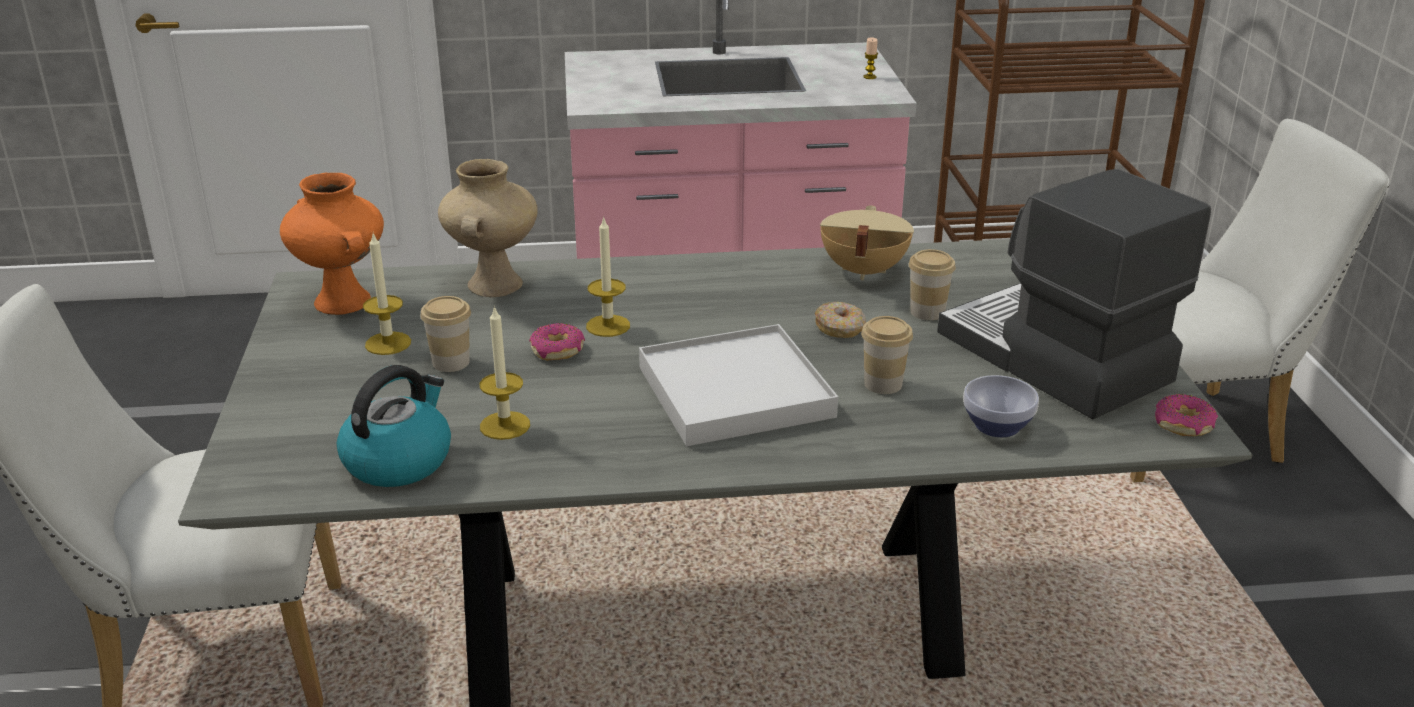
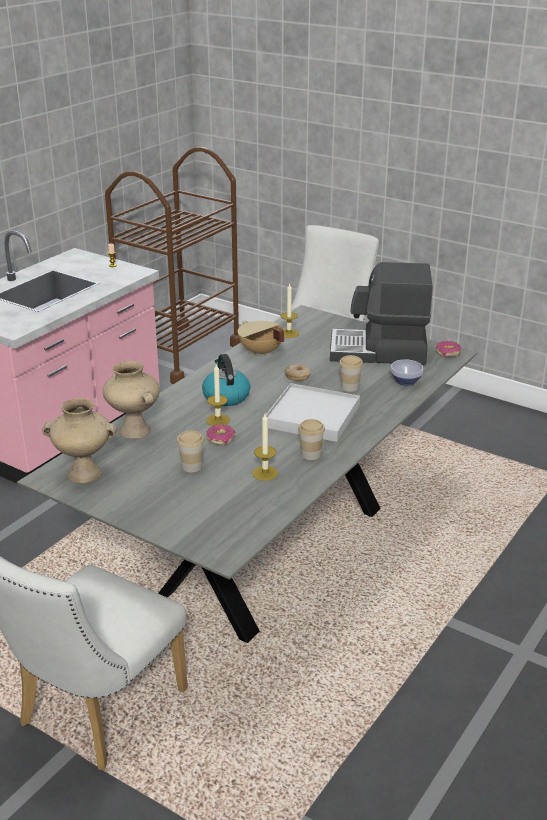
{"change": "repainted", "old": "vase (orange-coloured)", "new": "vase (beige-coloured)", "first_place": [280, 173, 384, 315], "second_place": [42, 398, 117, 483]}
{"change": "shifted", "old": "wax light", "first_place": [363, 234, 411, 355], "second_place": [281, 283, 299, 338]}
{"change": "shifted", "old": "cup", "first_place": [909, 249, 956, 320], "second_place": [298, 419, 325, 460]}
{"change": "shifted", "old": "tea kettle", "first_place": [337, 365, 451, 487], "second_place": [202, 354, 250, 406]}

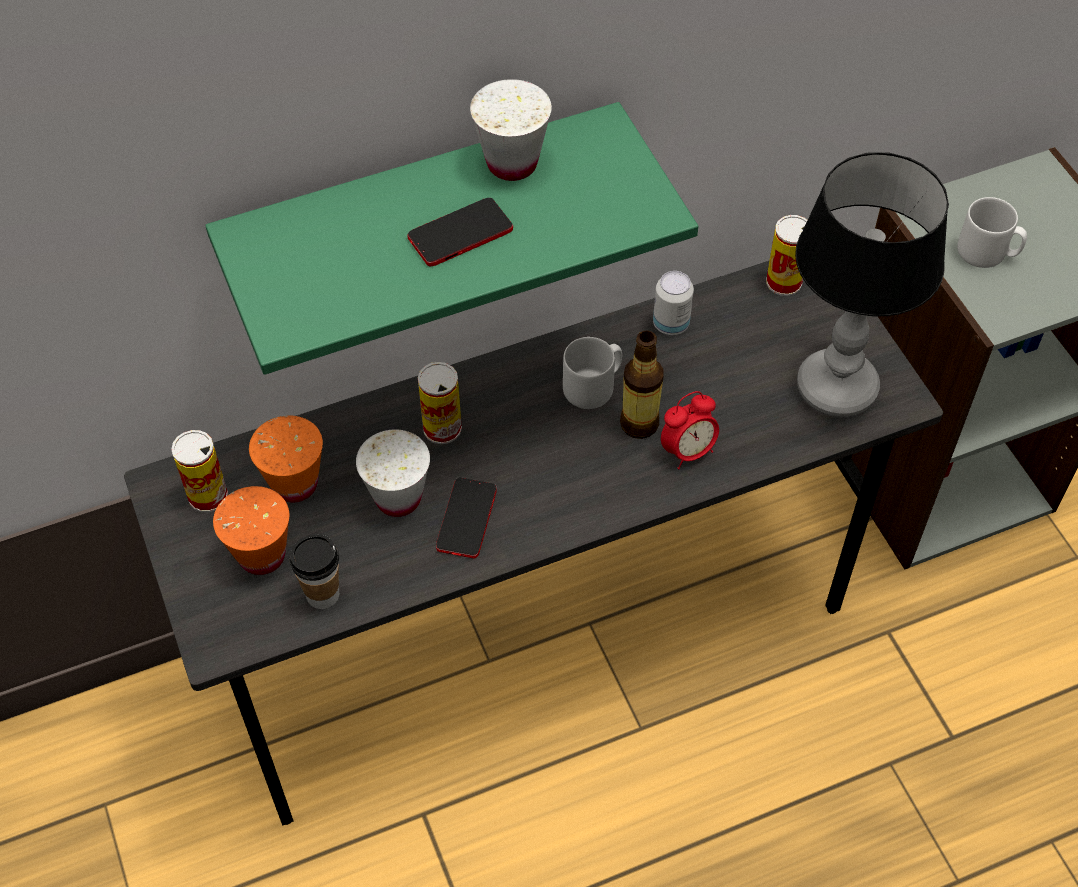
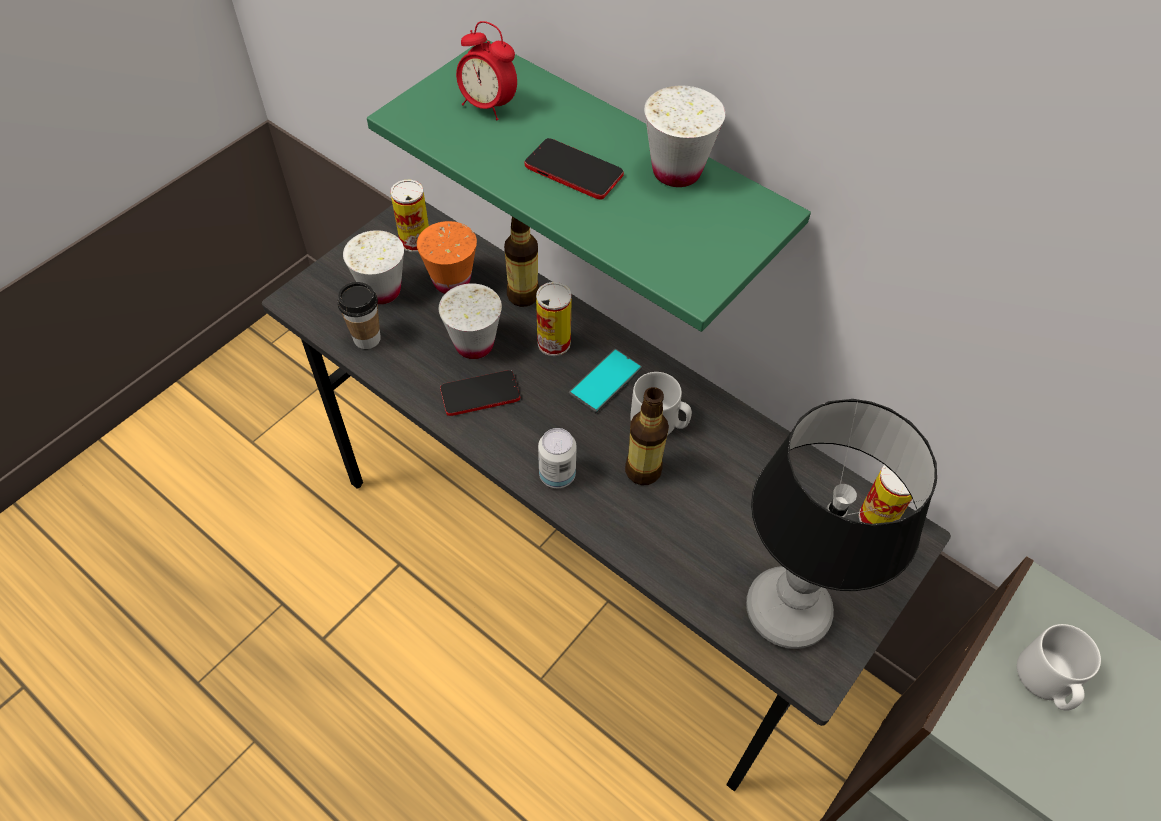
{"change": "shifted", "old": "metal can", "first_place": [653, 271, 694, 335], "second_place": [538, 428, 577, 488]}
{"change": "shifted", "old": "bedside clock", "first_place": [661, 391, 719, 470], "second_place": [456, 21, 517, 120]}
{"change": "repainted", "old": "cup (orange-coloured)", "new": "cup (white-coloured)", "first_place": [213, 486, 289, 575], "second_place": [343, 230, 404, 304]}
{"change": "new", "new": "bottle", "second_place": [504, 217, 539, 307]}
{"change": "new", "new": "telephone", "second_place": [569, 349, 642, 414]}

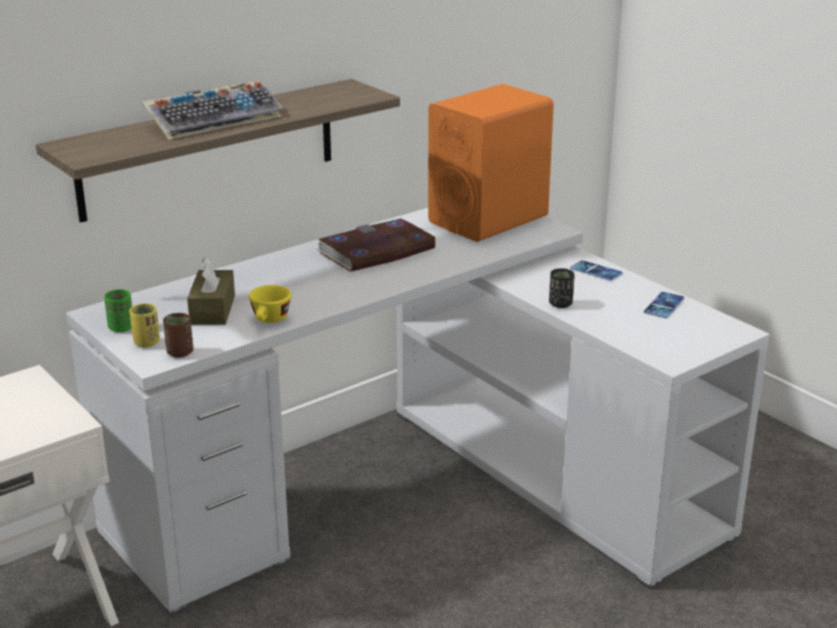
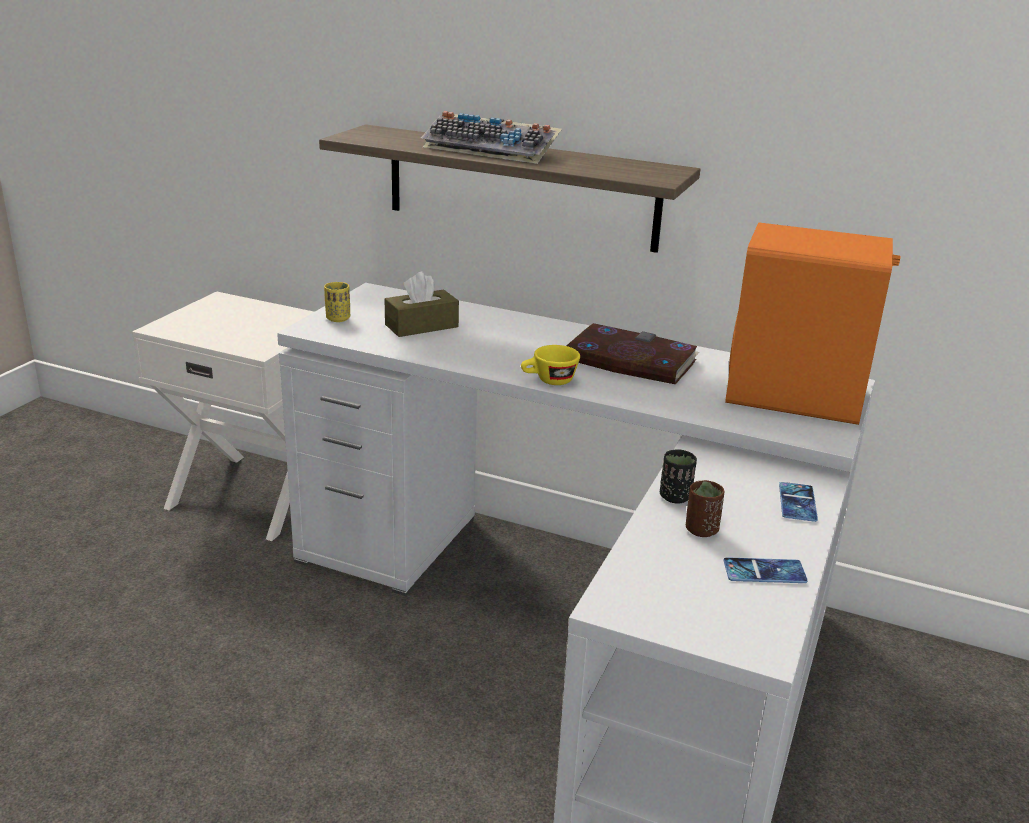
{"change": "shifted", "old": "cup (yellow)", "first_place": [249, 285, 292, 323], "second_place": [521, 345, 580, 385]}
{"change": "gone", "old": "cup (greenish)", "first_place": [104, 289, 132, 332]}
{"change": "shifted", "old": "cup (brown)", "first_place": [163, 313, 193, 358], "second_place": [686, 480, 724, 537]}

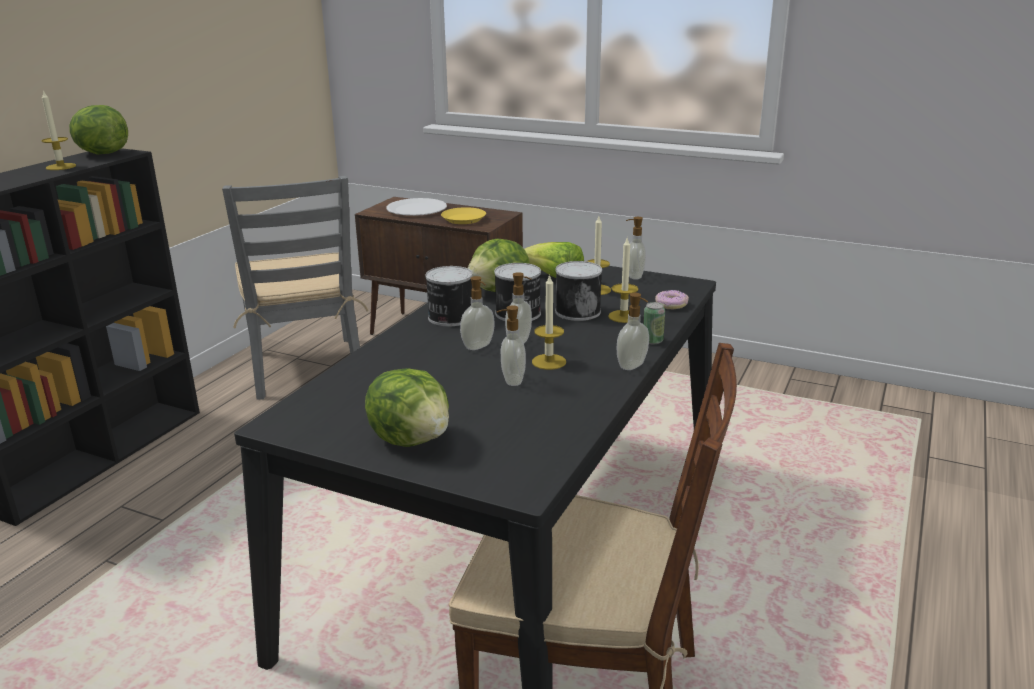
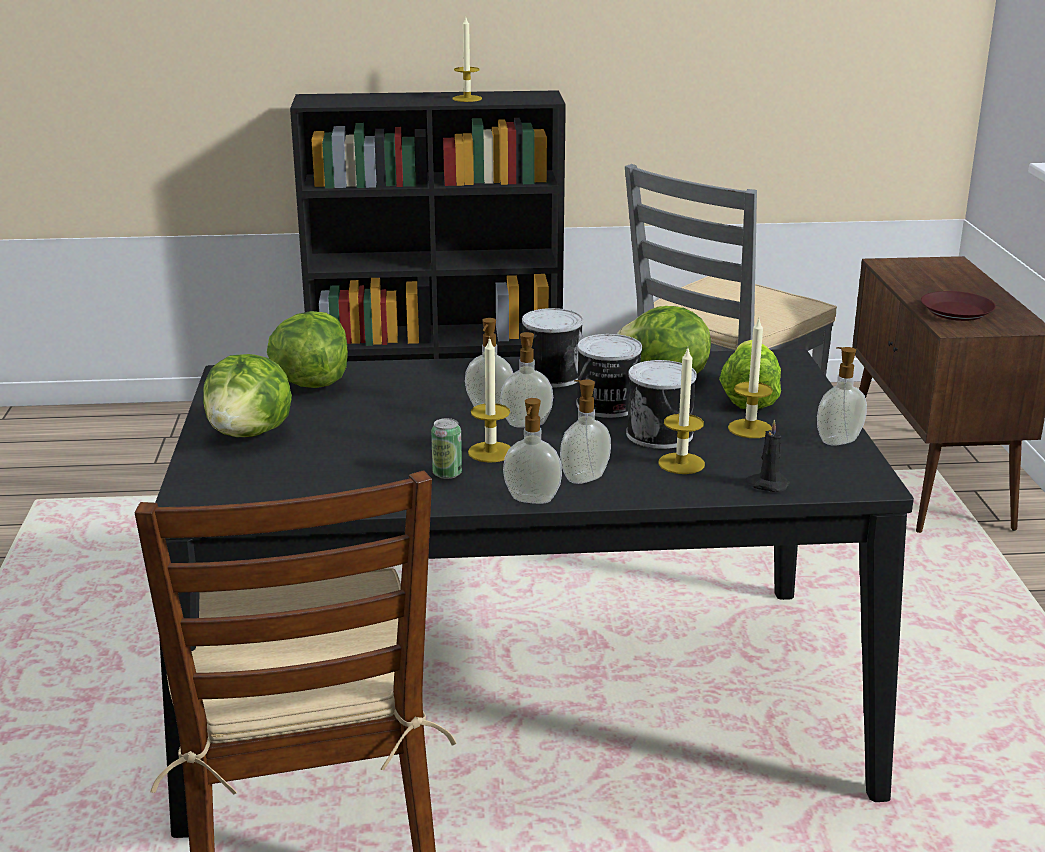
{"change": "shifted", "old": "head of lettuce", "first_place": [69, 105, 128, 155], "second_place": [267, 311, 348, 388]}
{"change": "gone", "old": "plate (white-coloured)", "first_place": [386, 198, 447, 216]}
{"change": "repainted", "old": "plate (yellow)", "new": "plate (brown)", "first_place": [441, 207, 486, 224], "second_place": [921, 291, 996, 321]}
{"change": "swapped", "old": "doughnut", "new": "wax light (black-coloured)", "first_place": [655, 290, 689, 309], "second_place": [745, 420, 790, 492]}
{"change": "shifted", "old": "metal can", "first_place": [643, 302, 665, 344], "second_place": [431, 418, 462, 479]}
{"change": "shifted", "old": "soap bottle", "first_place": [497, 305, 526, 386], "second_place": [560, 380, 611, 484]}

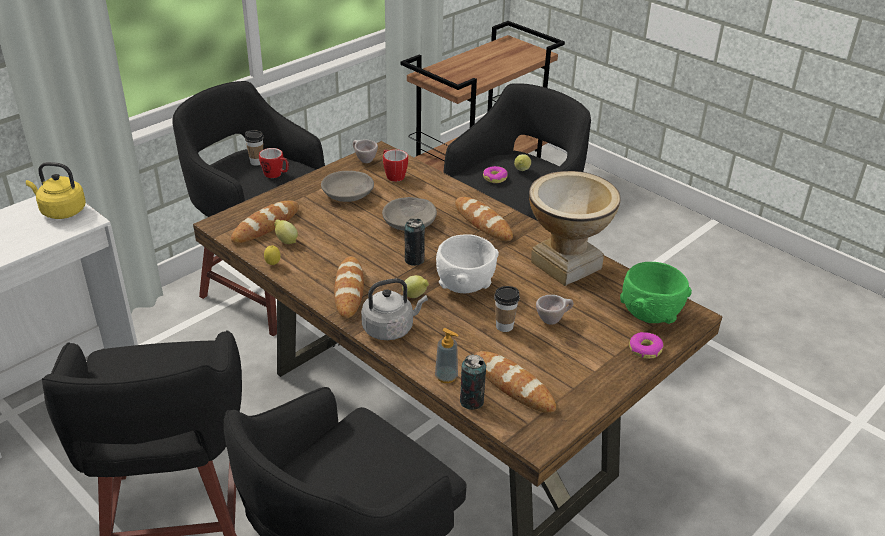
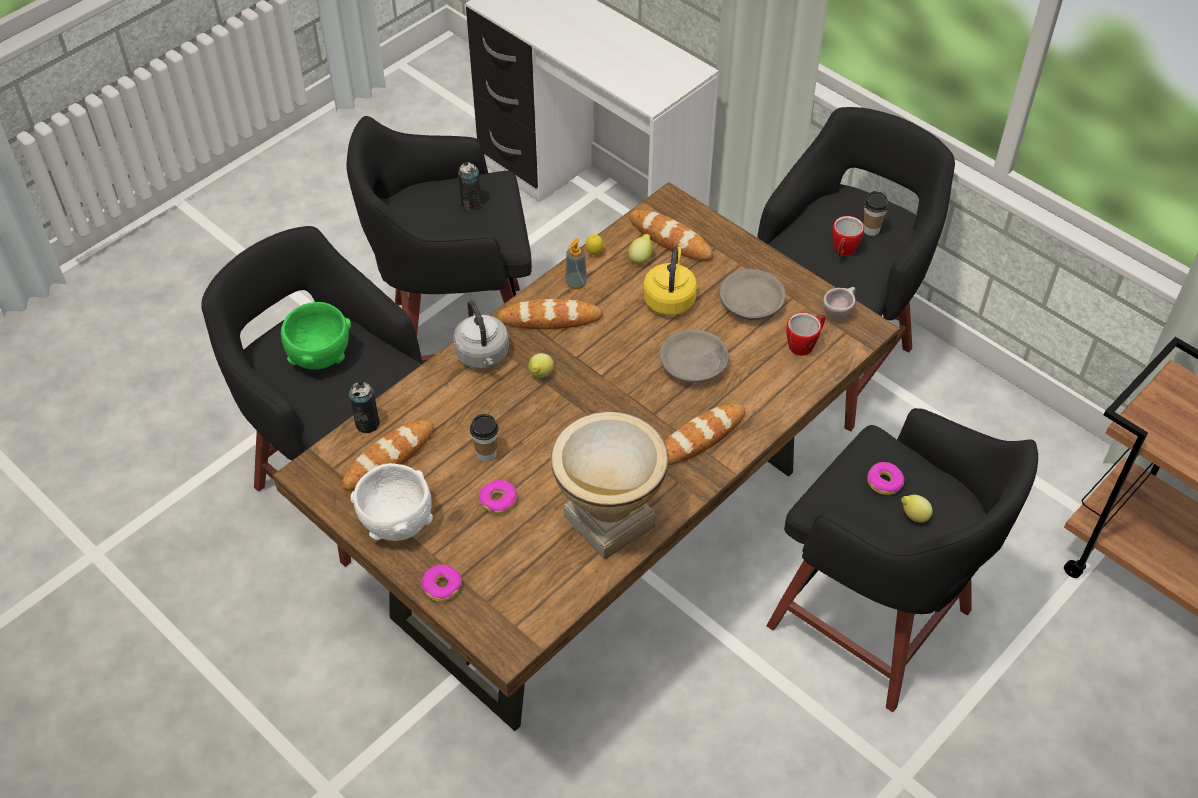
{"change": "shifted", "old": "tea kettle (yellow)", "first_place": [26, 162, 86, 219], "second_place": [643, 247, 697, 315]}
{"change": "shifted", "old": "metal can", "first_place": [404, 218, 425, 266], "second_place": [458, 162, 482, 210]}
{"change": "shifted", "old": "bowl (white-coloured)", "first_place": [436, 235, 499, 293], "second_place": [351, 463, 433, 541]}
{"change": "shifted", "old": "bowl (greenish)", "first_place": [620, 262, 692, 324], "second_place": [281, 302, 351, 369]}
{"change": "swapped", "old": "cup (beige-coloured)", "new": "doughnut", "first_place": [536, 295, 573, 324], "second_place": [479, 480, 517, 514]}
{"change": "shifted", "old": "soap bottle", "first_place": [435, 328, 459, 383], "second_place": [565, 238, 587, 289]}

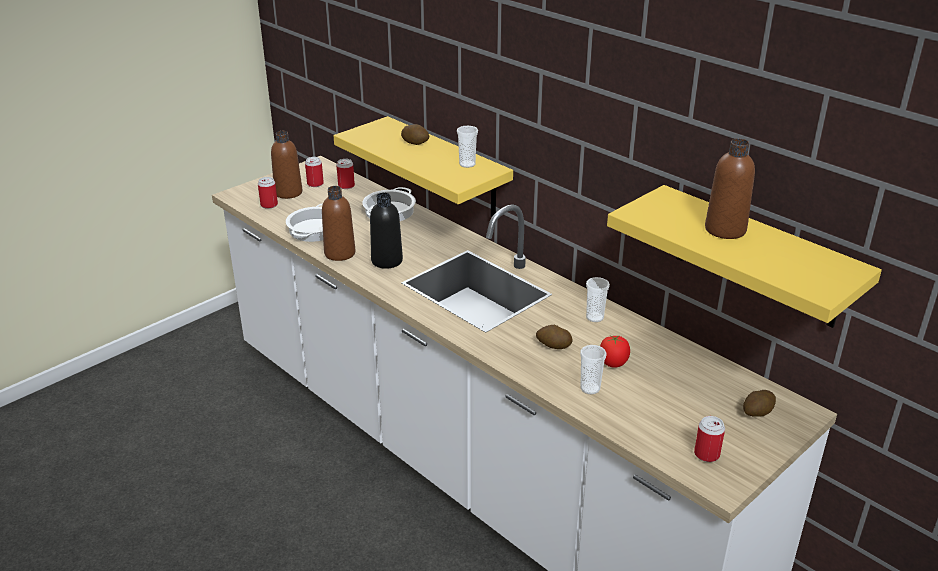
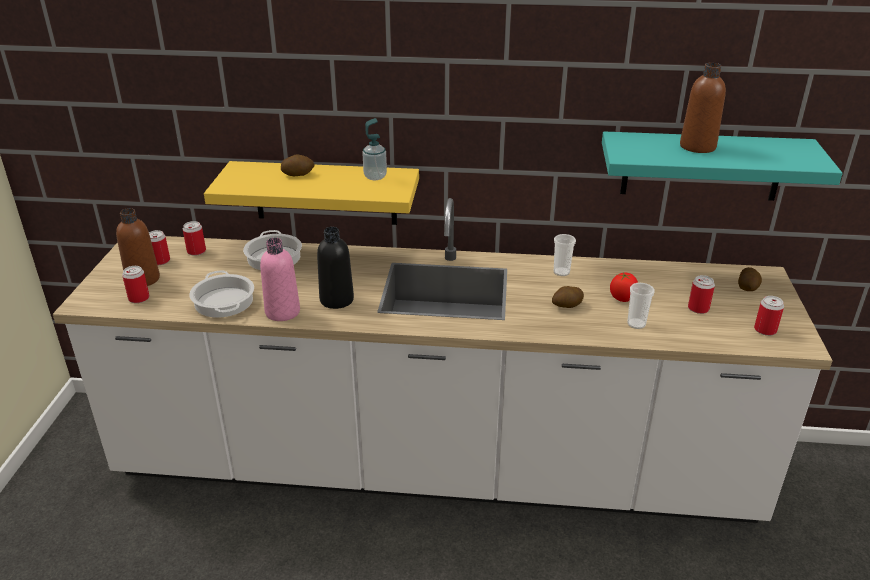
{"change": "swapped", "old": "cup", "new": "soap bottle", "first_place": [457, 126, 478, 168], "second_place": [363, 118, 387, 180]}
{"change": "repainted", "old": "bracket shelf (yellow)", "new": "bracket shelf (blue-green)", "first_place": [607, 185, 882, 328], "second_place": [602, 132, 843, 201]}
{"change": "repainted", "old": "bottle (brown)", "new": "bottle (pink-coloured)", "first_place": [322, 186, 355, 261], "second_place": [260, 238, 300, 321]}
{"change": "new", "new": "metal can", "second_place": [688, 275, 715, 314]}

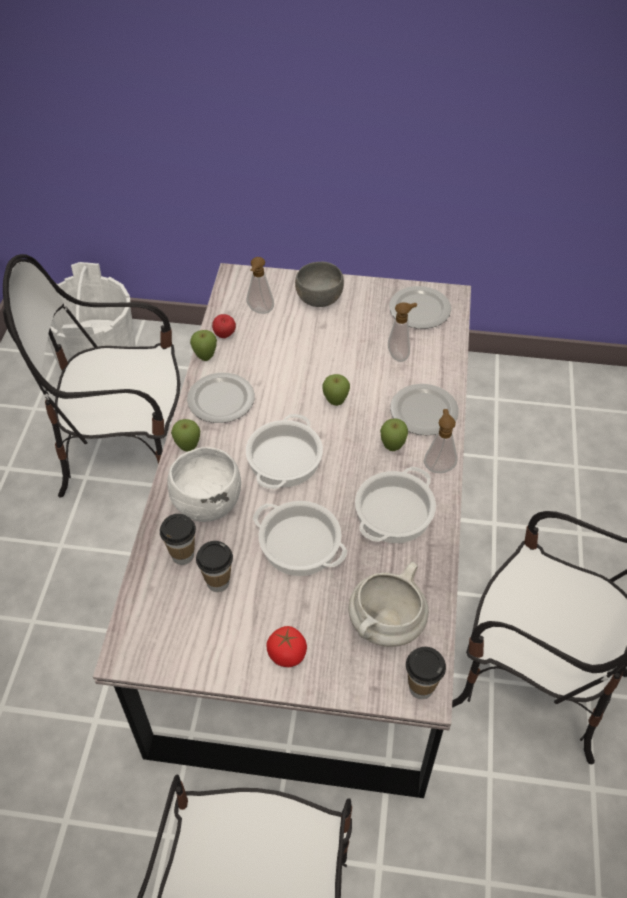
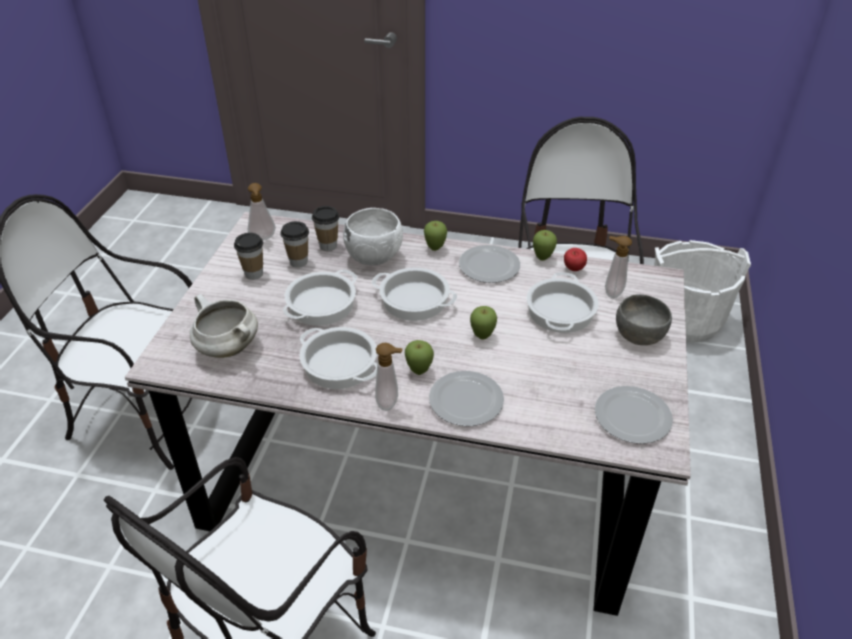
{"change": "shifted", "old": "soap bottle", "first_place": [388, 302, 417, 362], "second_place": [248, 183, 276, 240]}
{"change": "gone", "old": "fresh tomato", "first_place": [266, 626, 307, 667]}
{"change": "shifted", "old": "cup", "first_place": [406, 647, 446, 699], "second_place": [234, 233, 263, 280]}
{"change": "new", "new": "cooking pot", "second_place": [527, 272, 599, 333]}

